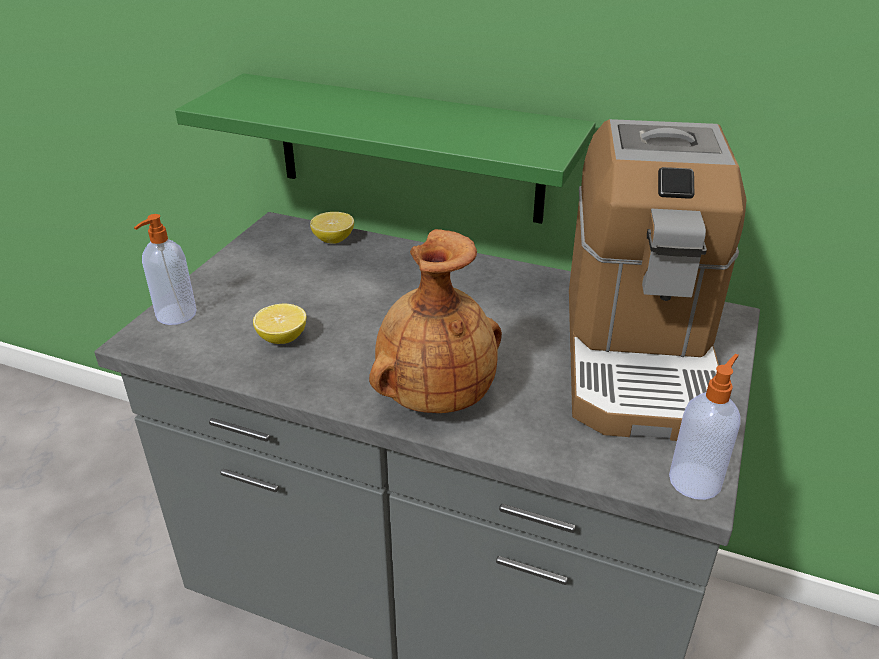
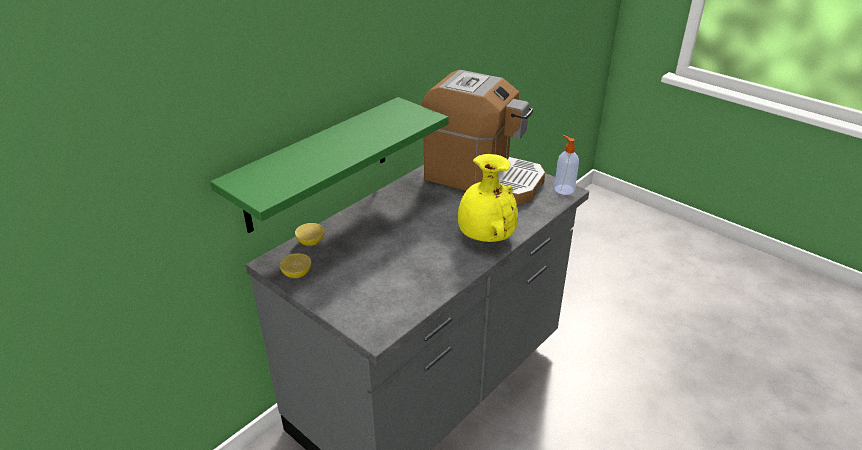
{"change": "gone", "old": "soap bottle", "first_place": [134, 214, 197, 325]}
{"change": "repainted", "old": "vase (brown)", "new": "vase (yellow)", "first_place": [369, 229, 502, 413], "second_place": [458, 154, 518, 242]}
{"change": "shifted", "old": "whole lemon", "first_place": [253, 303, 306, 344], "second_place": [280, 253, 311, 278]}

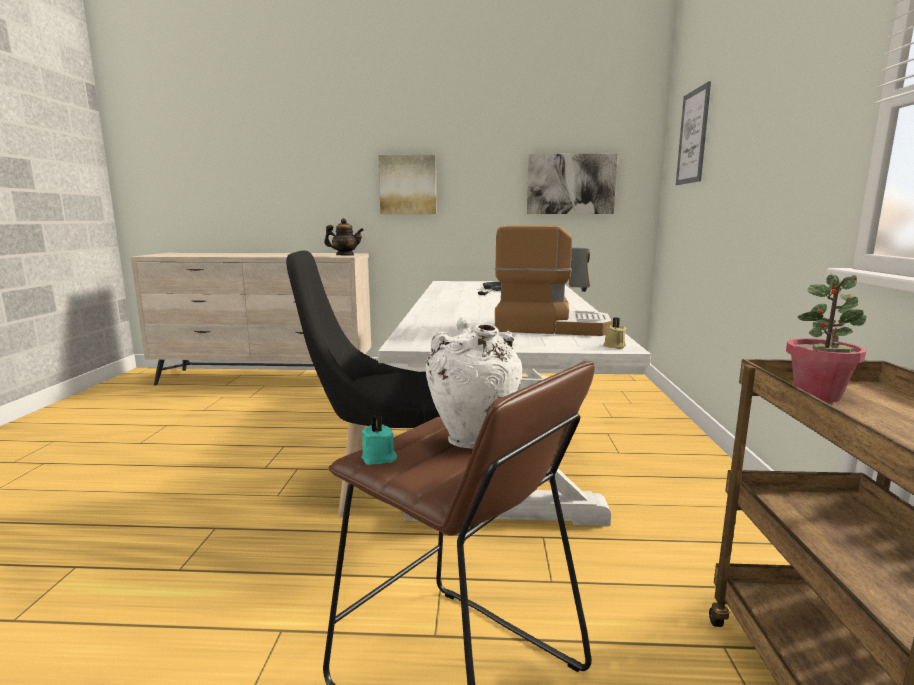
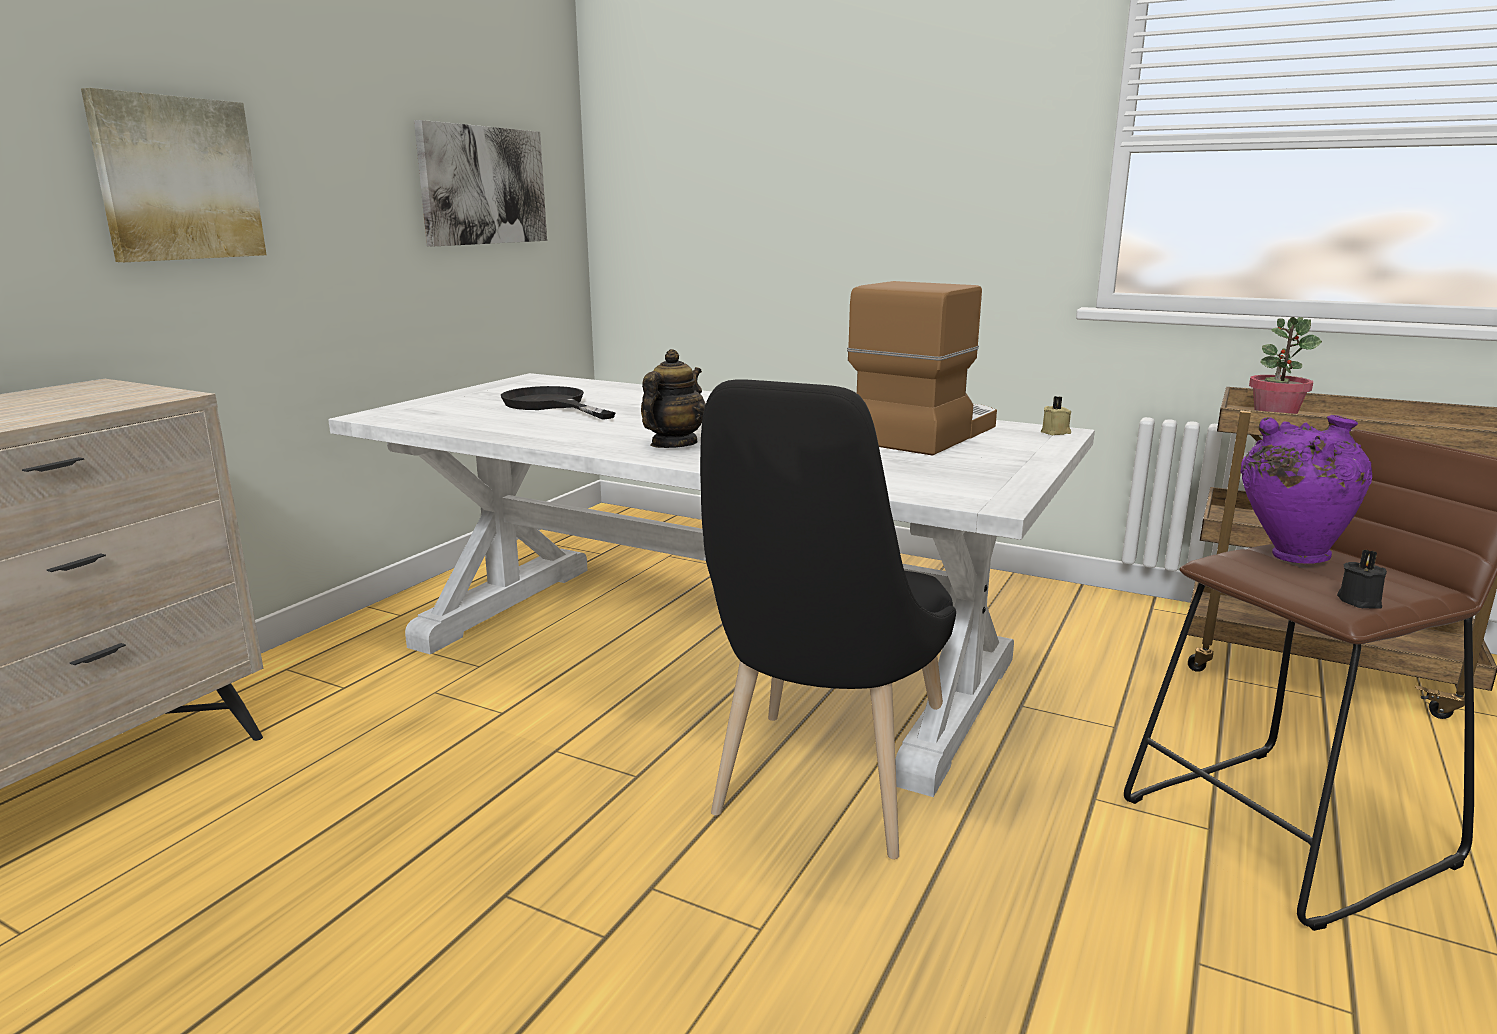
{"change": "gone", "old": "wall picture", "first_place": [676, 81, 711, 185]}
{"change": "shifted", "old": "tea pot", "first_place": [324, 218, 364, 256], "second_place": [641, 349, 706, 448]}
{"change": "repainted", "old": "vase (white-coloured)", "new": "vase (purple-coloured)", "first_place": [426, 317, 522, 448], "second_place": [1240, 415, 1372, 564]}
{"change": "repainted", "old": "wax light (blue-green)", "new": "wax light (black-coloured)", "first_place": [361, 416, 397, 465], "second_place": [1337, 550, 1387, 609]}

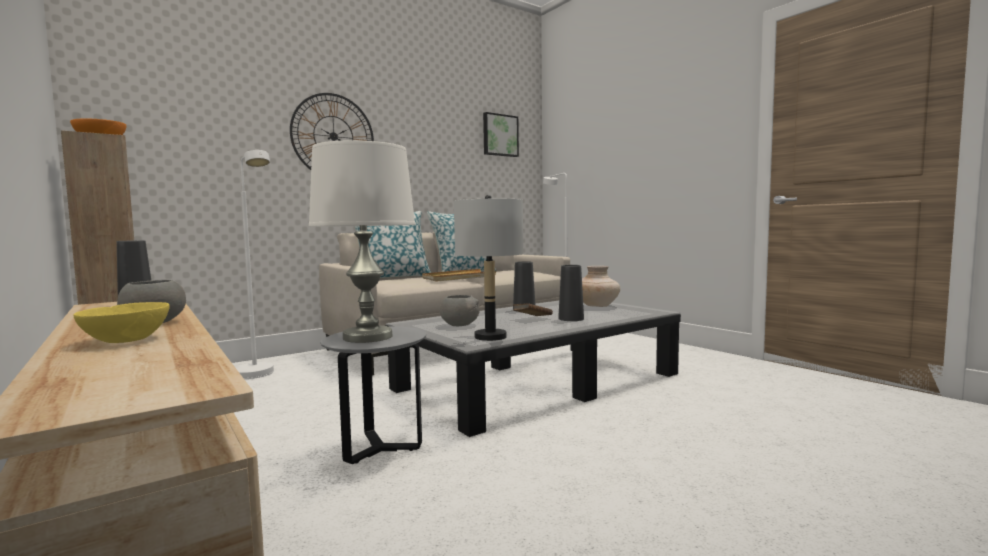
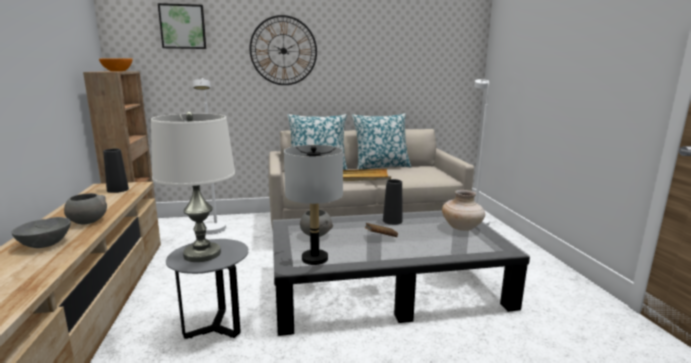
{"change": "shifted", "old": "wall picture", "first_place": [483, 112, 519, 157], "second_place": [158, 3, 206, 49]}
{"change": "gone", "old": "vase (black-coloured)", "first_place": [558, 265, 584, 321]}
{"change": "repainted", "old": "bowl (yellow)", "new": "bowl (gray)", "first_place": [73, 302, 170, 343], "second_place": [12, 217, 71, 248]}

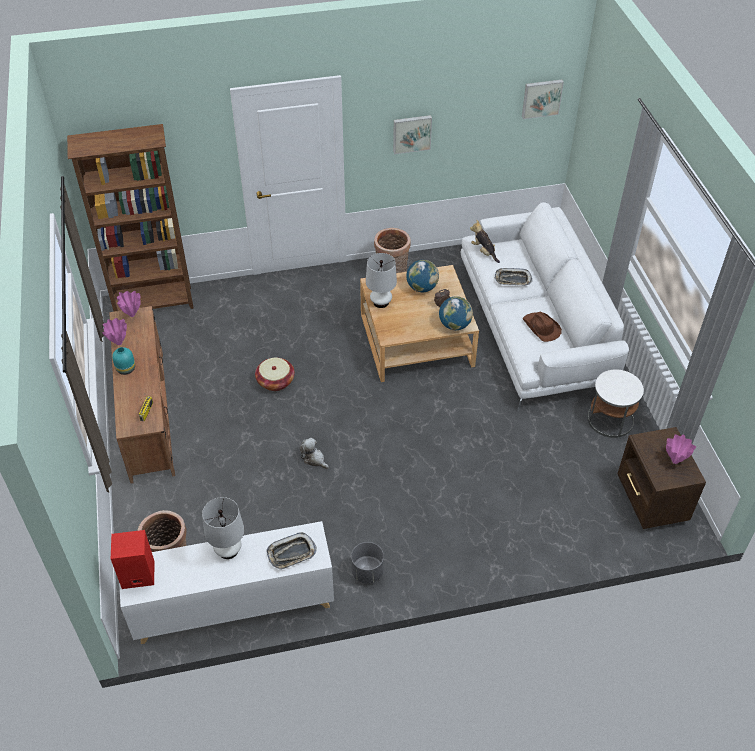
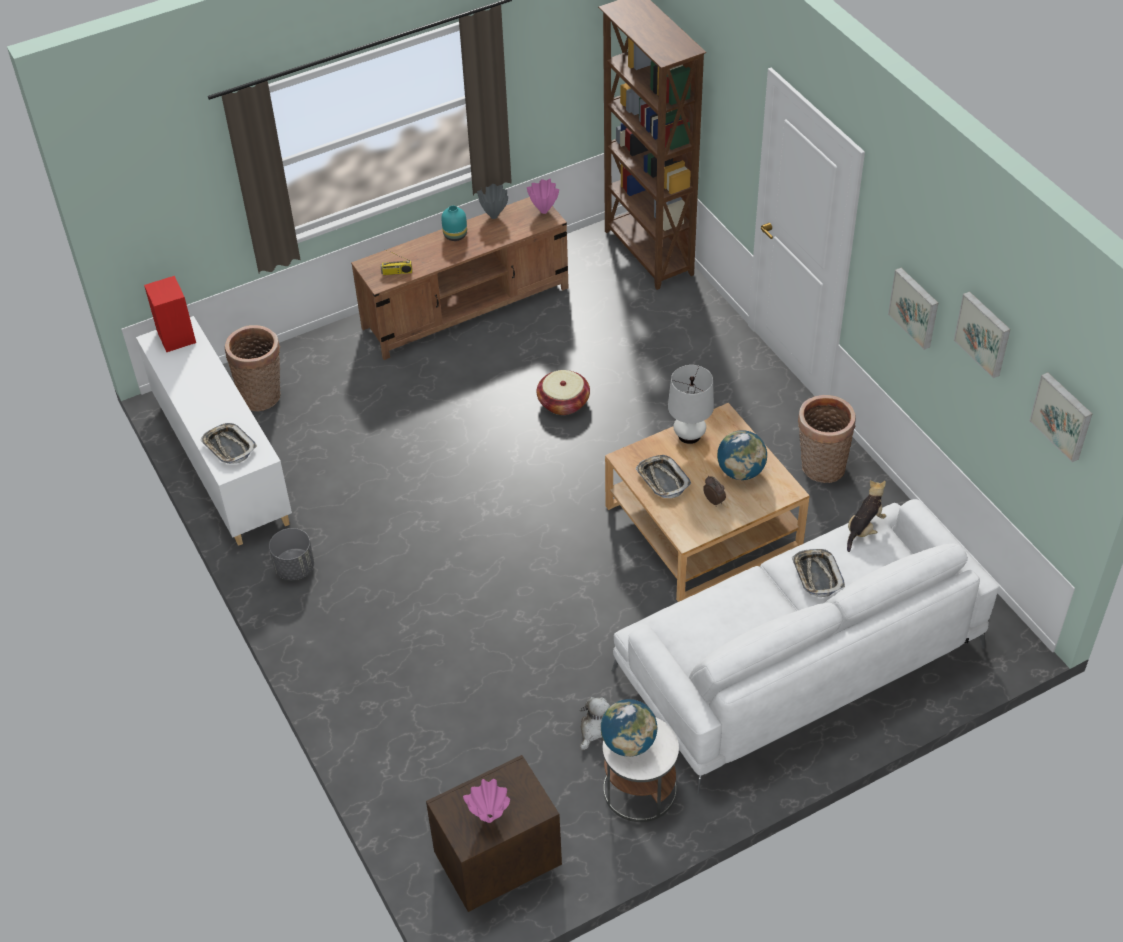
{"change": "shifted", "old": "globe", "first_place": [439, 297, 473, 330], "second_place": [601, 699, 657, 757]}
{"change": "gone", "old": "clothing hat (brown)", "first_place": [523, 312, 562, 342]}
{"change": "repainted", "old": "vase (pink-coloured)", "new": "vase (gray)", "first_place": [102, 318, 127, 345], "second_place": [477, 184, 508, 219]}
{"change": "shifted", "old": "soft toy", "first_place": [300, 438, 329, 469], "second_place": [580, 697, 610, 750]}
{"change": "gone", "old": "table lamp (white-coloured)", "first_place": [202, 497, 244, 559]}
{"change": "new", "new": "wall picture", "second_place": [954, 291, 1010, 378]}
{"change": "new", "new": "tray", "second_place": [635, 455, 691, 498]}

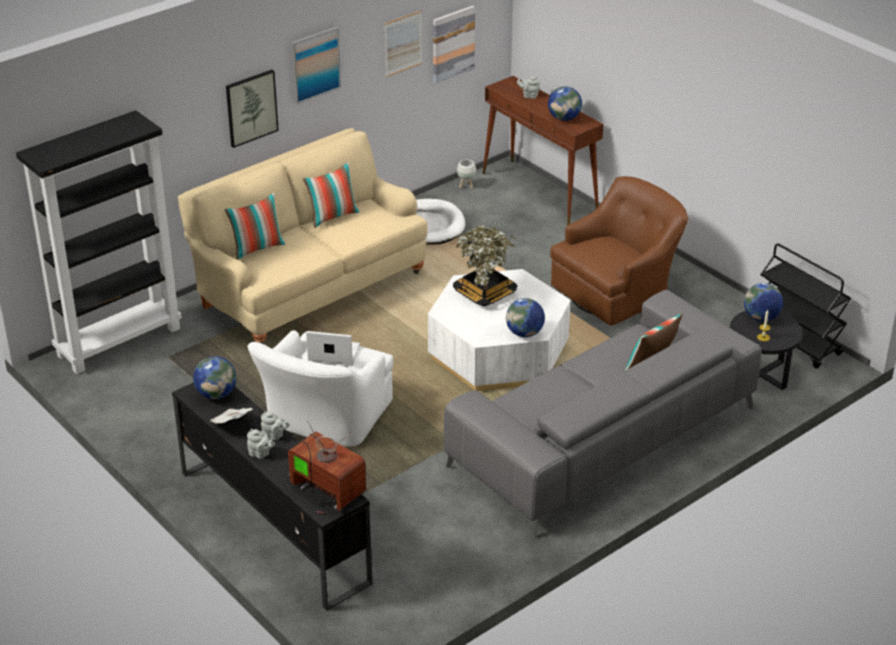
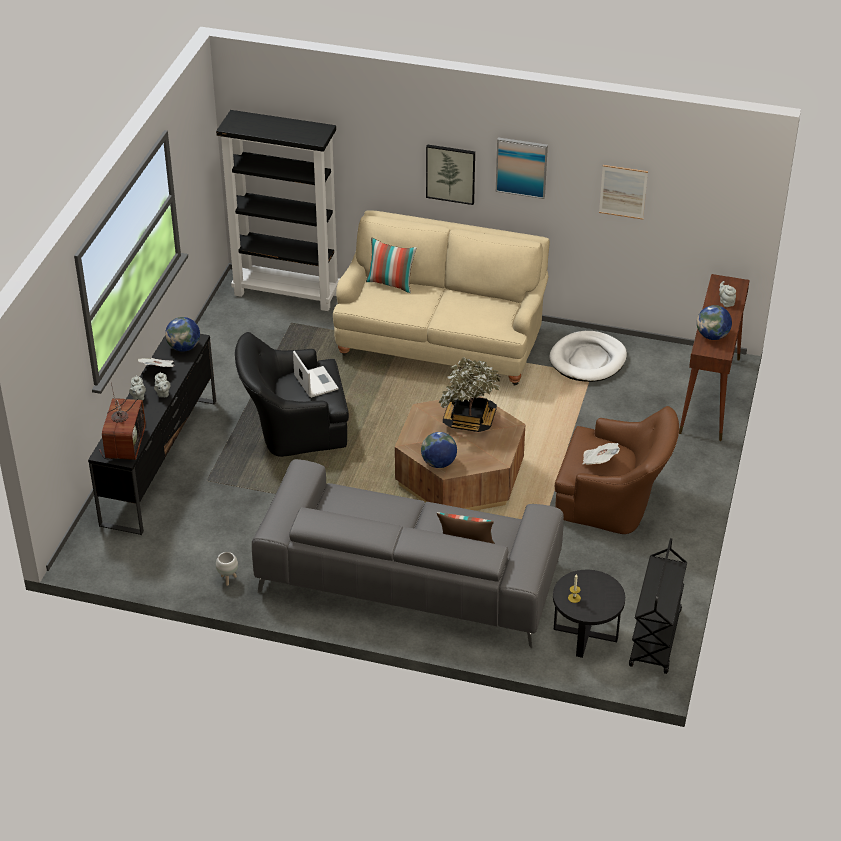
{"change": "gone", "old": "wall picture", "first_place": [433, 5, 475, 83]}
{"change": "shifted", "old": "flower pot (white-coloured)", "first_place": [457, 160, 476, 189], "second_place": [216, 552, 238, 586]}
{"change": "gone", "old": "pillow", "first_place": [303, 162, 360, 228]}
{"change": "repainted", "old": "low table (white-coloured)", "new": "low table (brown)", "first_place": [428, 269, 571, 391], "second_place": [395, 396, 525, 511]}
{"change": "gone", "old": "globe", "first_place": [744, 283, 783, 322]}
{"change": "repainted", "old": "armchair (white-coloured)", "new": "armchair (black-coloured)", "first_place": [247, 330, 394, 447], "second_place": [235, 332, 349, 457]}
{"change": "new", "new": "printed paper", "second_place": [582, 443, 620, 465]}

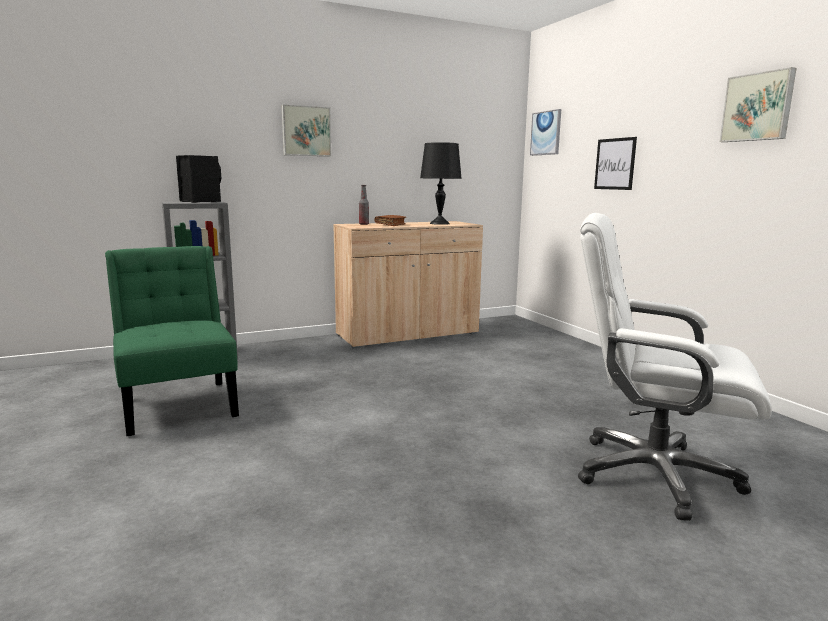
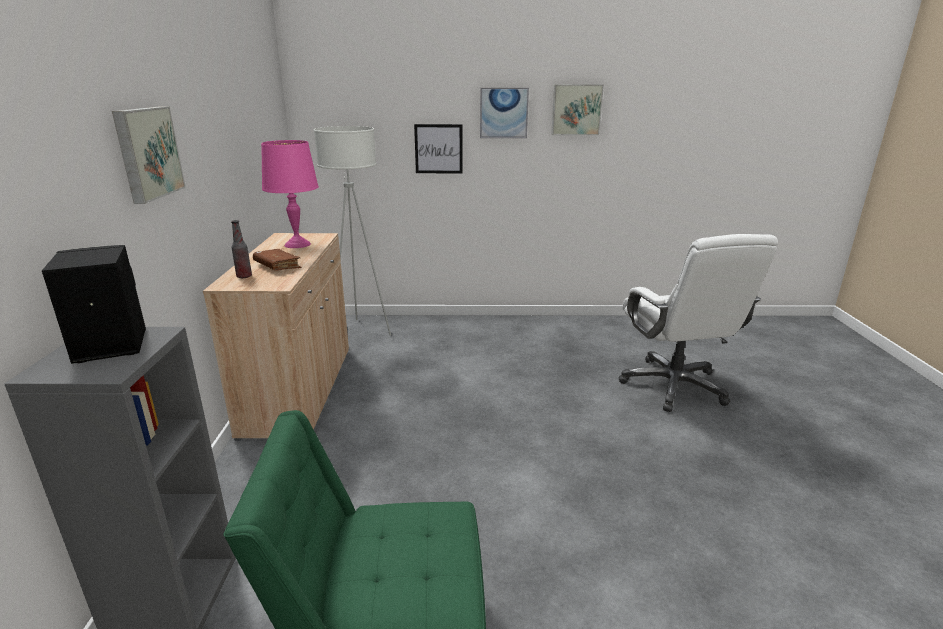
{"change": "shifted", "old": "wall picture", "first_place": [530, 109, 561, 156], "second_place": [480, 88, 529, 138]}
{"change": "repainted", "old": "table lamp (black-coloured)", "new": "table lamp (pink-coloured)", "first_place": [420, 142, 462, 225], "second_place": [261, 140, 319, 248]}
{"change": "rotated", "old": "desk chair (white-coloured)", "first_place": [578, 213, 772, 521], "second_place": [619, 234, 778, 412], "degrees": -60}
{"change": "new", "new": "standard lamp (white-coloured)", "second_place": [314, 126, 391, 335]}

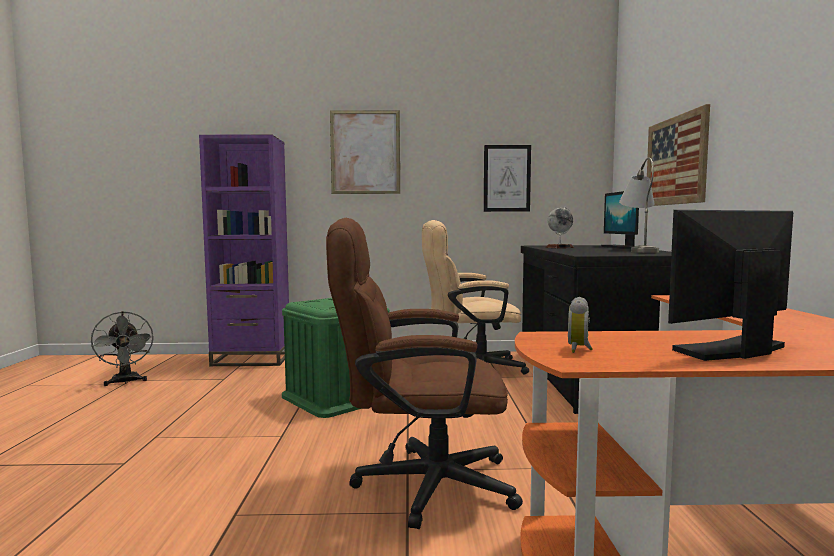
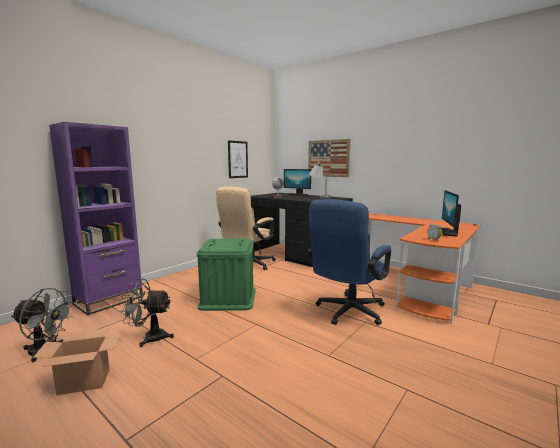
{"change": "gone", "old": "wall picture", "first_place": [330, 110, 400, 194]}
{"change": "repainted", "old": "desk chair (brown)", "new": "desk chair (blue-coloured)", "first_place": [326, 218, 523, 529], "second_place": [308, 199, 391, 325]}
{"change": "new", "new": "cooling fan (gray)", "second_place": [120, 278, 174, 347]}
{"change": "new", "new": "cardboard box", "second_place": [33, 328, 120, 395]}

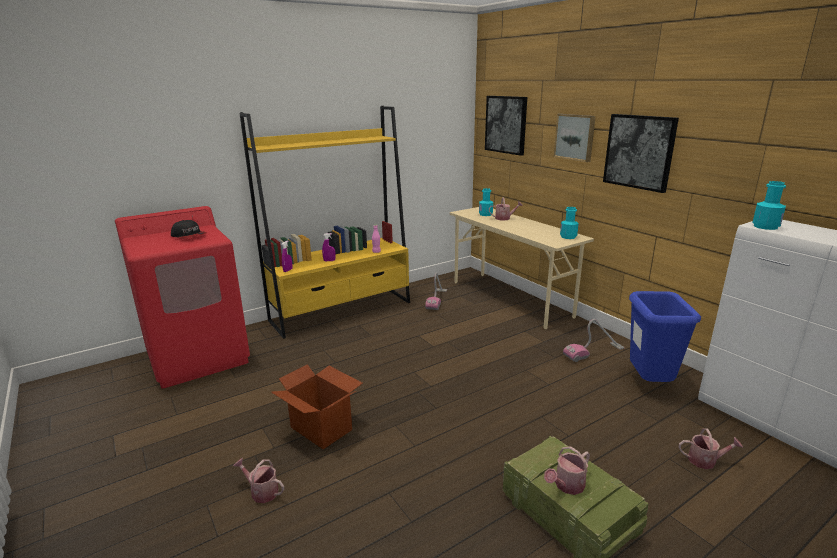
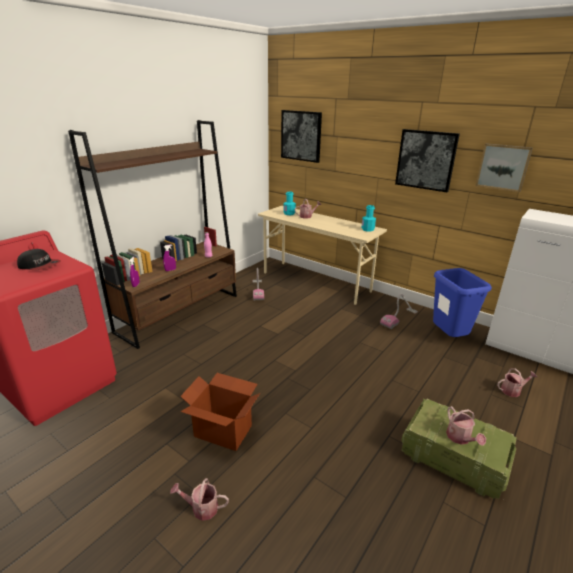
{"change": "repainted", "old": "bookshelf (yellow)", "new": "bookshelf (brown)", "first_place": [239, 106, 410, 339], "second_place": [68, 120, 237, 349]}
{"change": "shifted", "old": "wall picture", "first_place": [554, 114, 596, 162], "second_place": [476, 143, 533, 192]}
{"change": "gone", "old": "bottle (blue-green)", "first_place": [752, 181, 786, 230]}
{"change": "rotated", "old": "sprinkling can", "first_place": [544, 446, 590, 495], "second_place": [446, 406, 486, 446], "degrees": -45}

